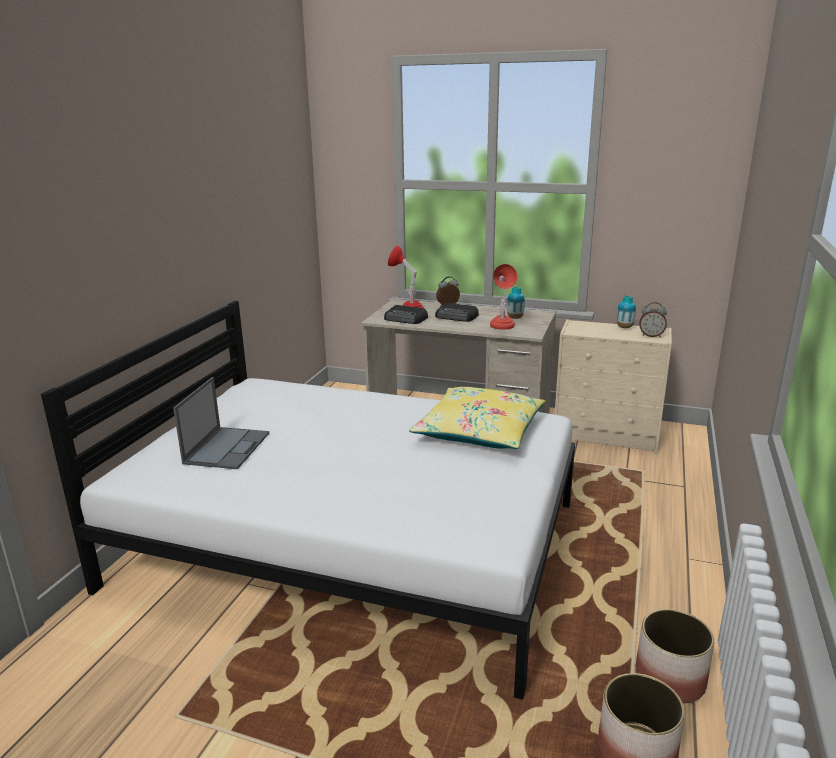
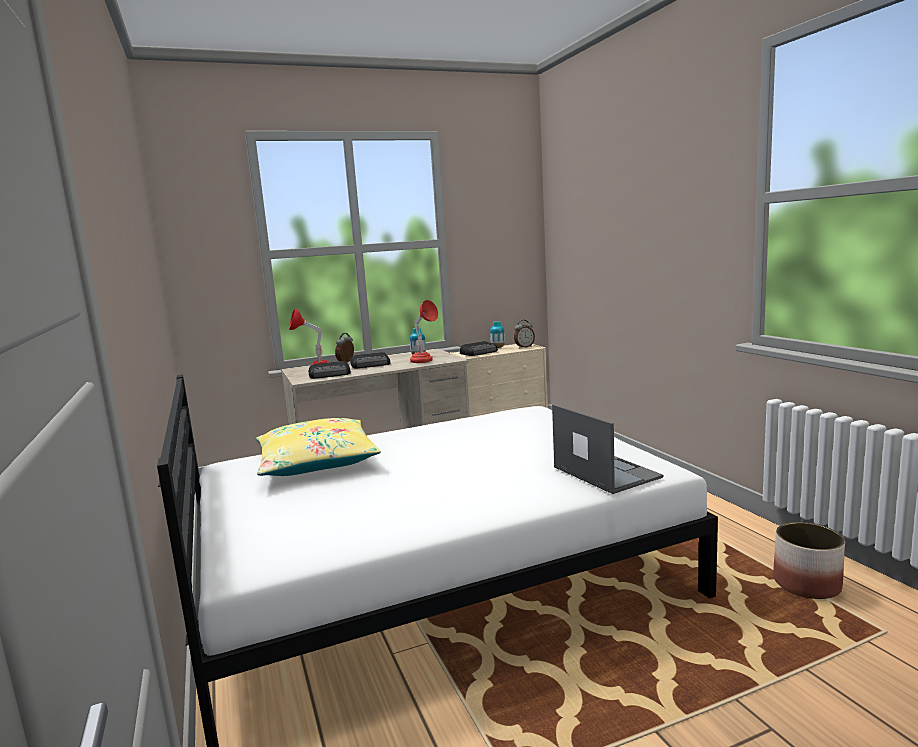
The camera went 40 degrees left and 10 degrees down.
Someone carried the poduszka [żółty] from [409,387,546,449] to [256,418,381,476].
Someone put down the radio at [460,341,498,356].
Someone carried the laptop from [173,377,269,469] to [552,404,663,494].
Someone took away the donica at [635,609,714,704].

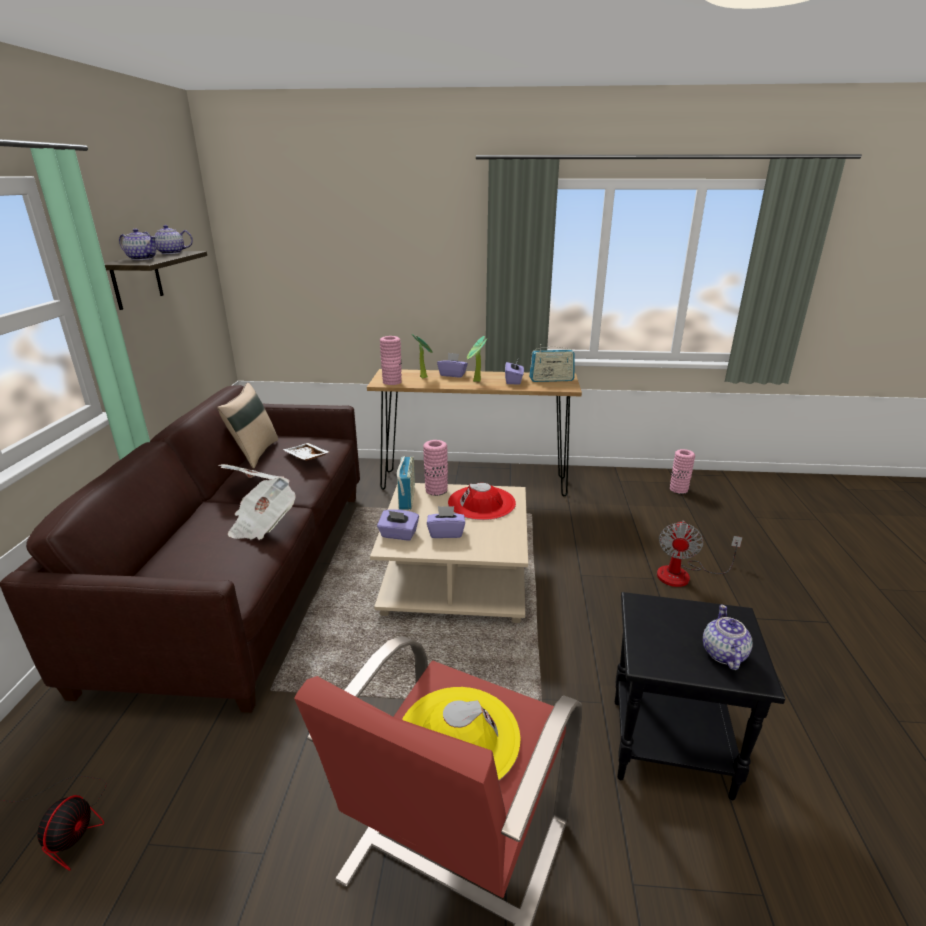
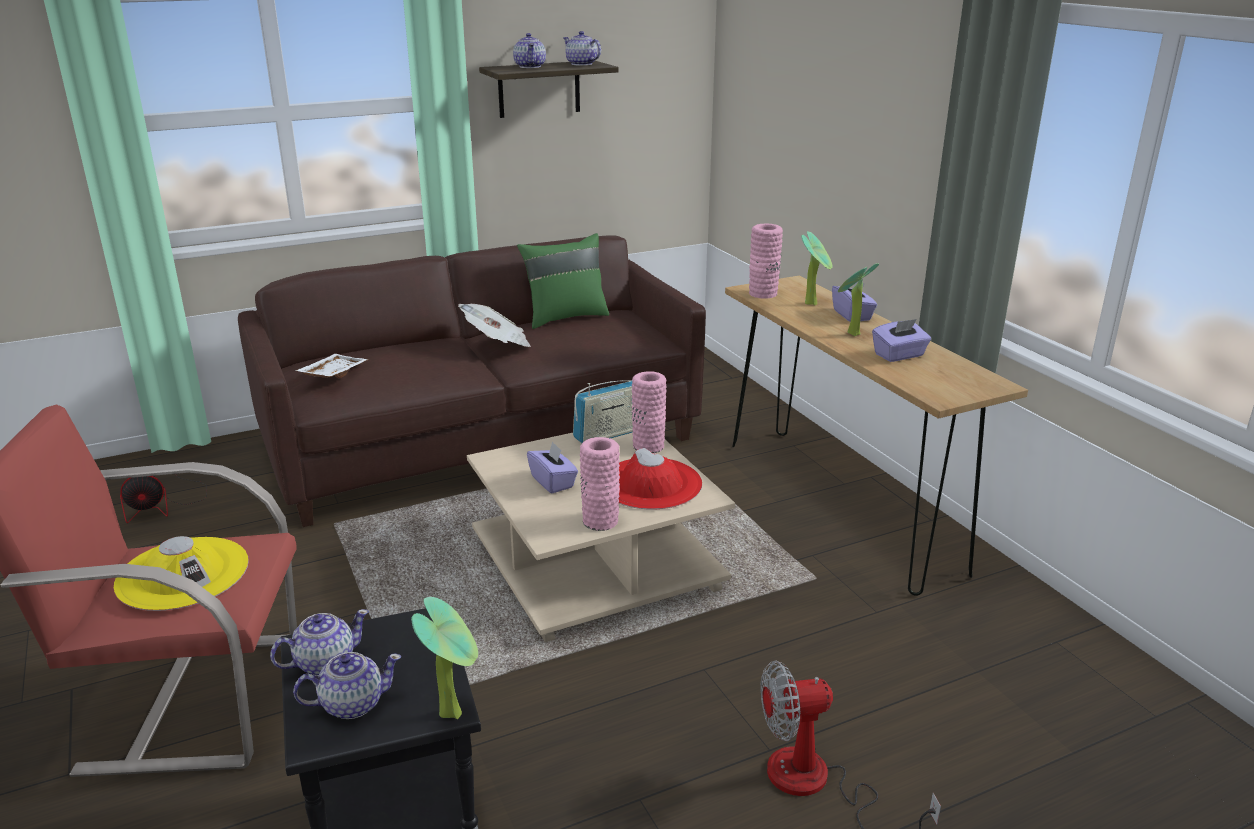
The camera went 60 degrees right and 0 degrees up.
Someone put down the imbryk at [270,609,369,676].
Someone carried the taca [biały] from [283,443,329,461] to [295,354,368,379].
Someone put down the roślina doniczkowa at [411,597,478,719].
Someone repainted the poduszka [beżowy] at [217,383,278,469], which became the poduszka [zielony] at [517,233,609,329].
Someone carried the wazon [różowy] from [670,449,695,494] to [580,437,620,531].
Someone took away the gazeta at [228,477,296,540].
Someone took away the pudełko chusteczek [fioletowy] at [377,509,419,540].
Someone took away the radio at [529,344,575,382].

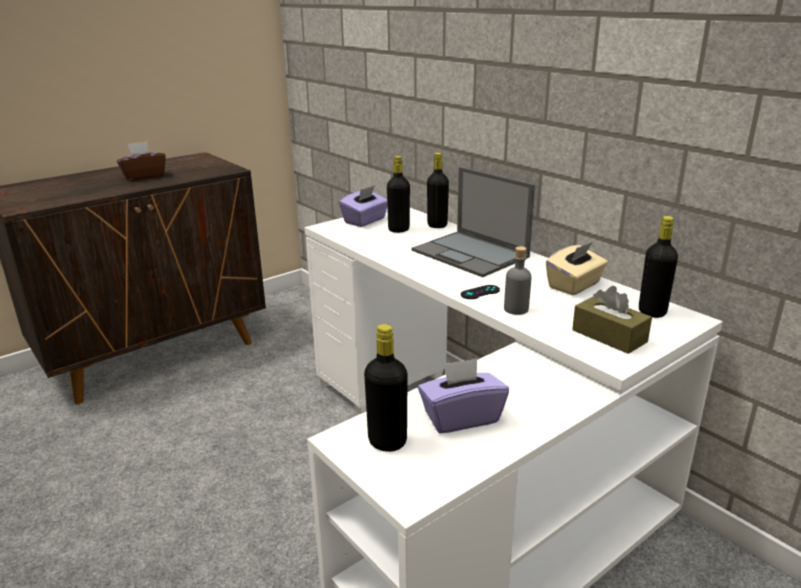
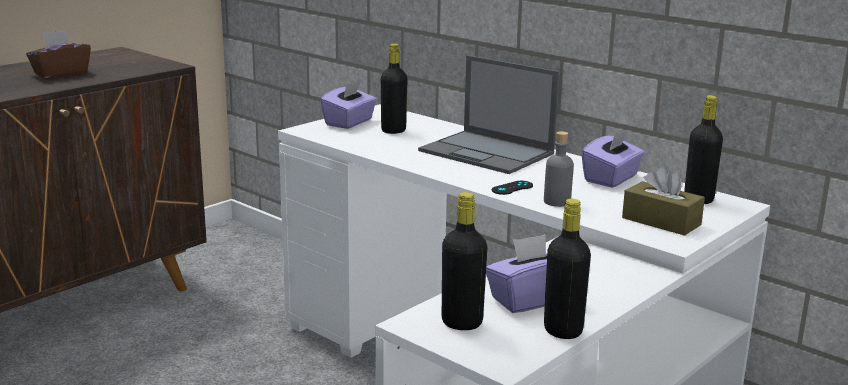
The camera went 10 degrees left and 5 degrees down.
Someone carried the butelka [czarny] from [427,153,449,228] to [544,199,591,339].
Someone repainted the pudełko chusteczek [beżowy] at [546,242,608,295], which became the pudełko chusteczek [fioletowy] at [582,130,645,188].

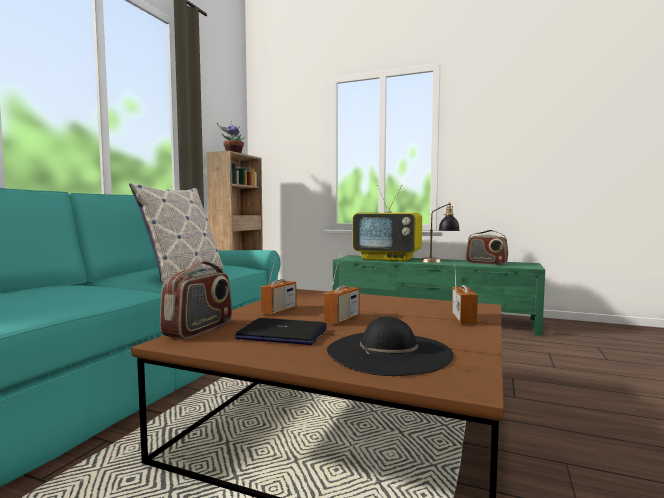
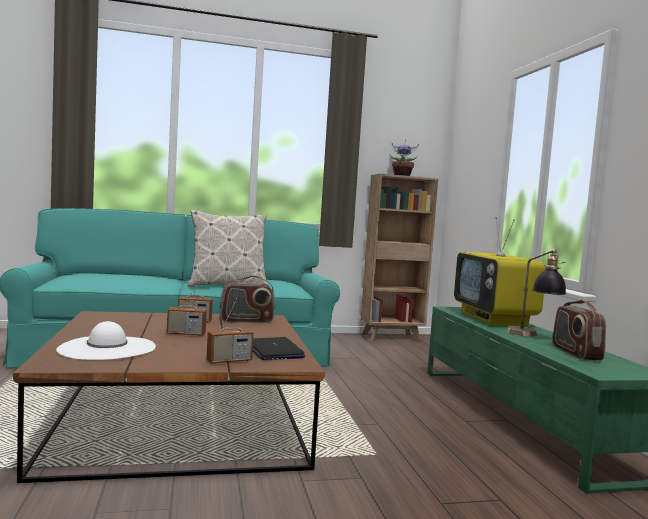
The camera went 55 degrees right and 0 degrees up.
Someone repainted the kapelusz [czarny] at [327,316,453,376], which became the kapelusz [biały] at [56,321,156,360].
Someone carried the radio from [160,261,232,339] to [220,276,275,323].
Someone carried the laptop from [235,318,327,345] to [253,337,305,360].

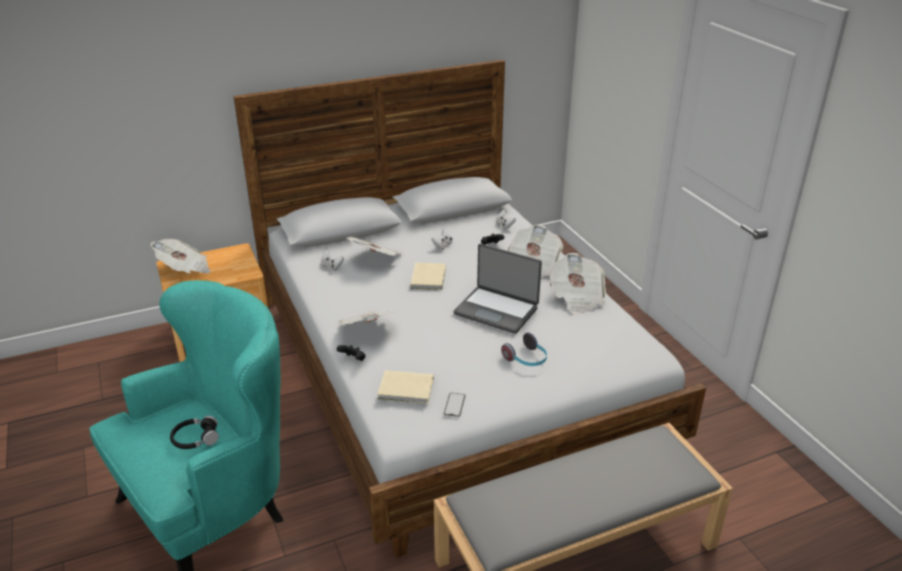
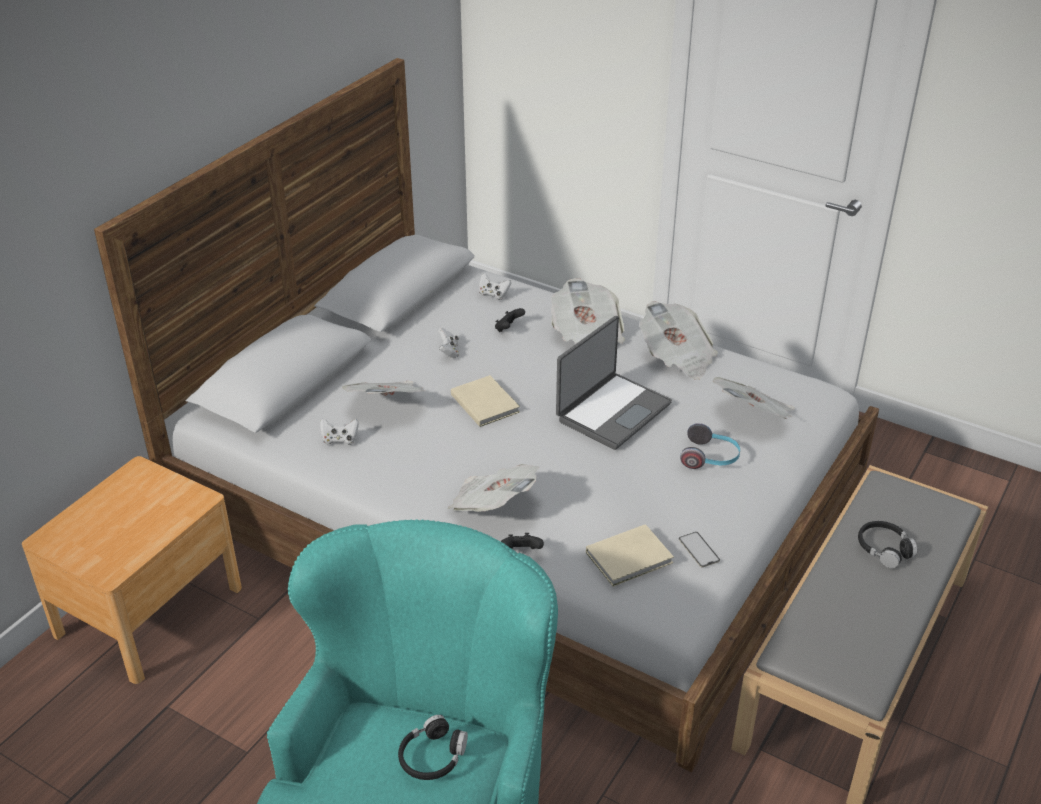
The camera went 35 degrees left and 5 degrees up.
Someone rotated the laptop at [454,243,542,334] by 45 degrees counterclockwise.
Someone carried the gazeta from [150,239,210,274] to [713,377,795,419].
Someone put down the słuchawki [czarny] at [858,521,917,568].

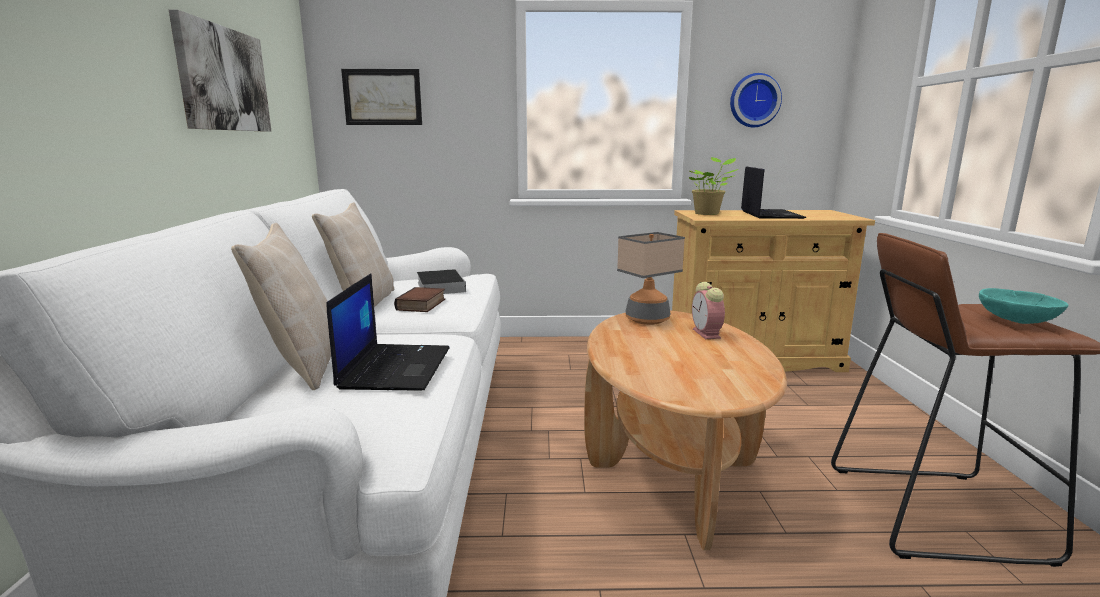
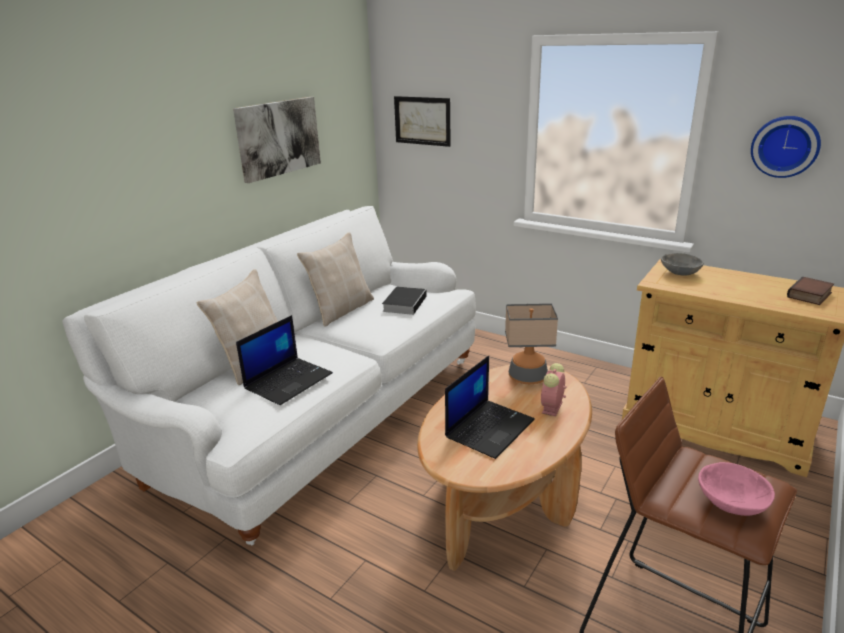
The camera went 35 degrees right and 10 degrees up.
Someone carried the laptop from [741,166,806,219] to [445,356,535,459].
Someone swapped the roślina doniczkowa at [689,157,739,215] for the miska [szary] at [661,253,704,276].
Someone repainted the miska [turkusowy] at [979,288,1068,324], which became the miska [różowy] at [698,462,775,516].
Someone carried the książka from [394,287,445,312] to [787,277,834,305].

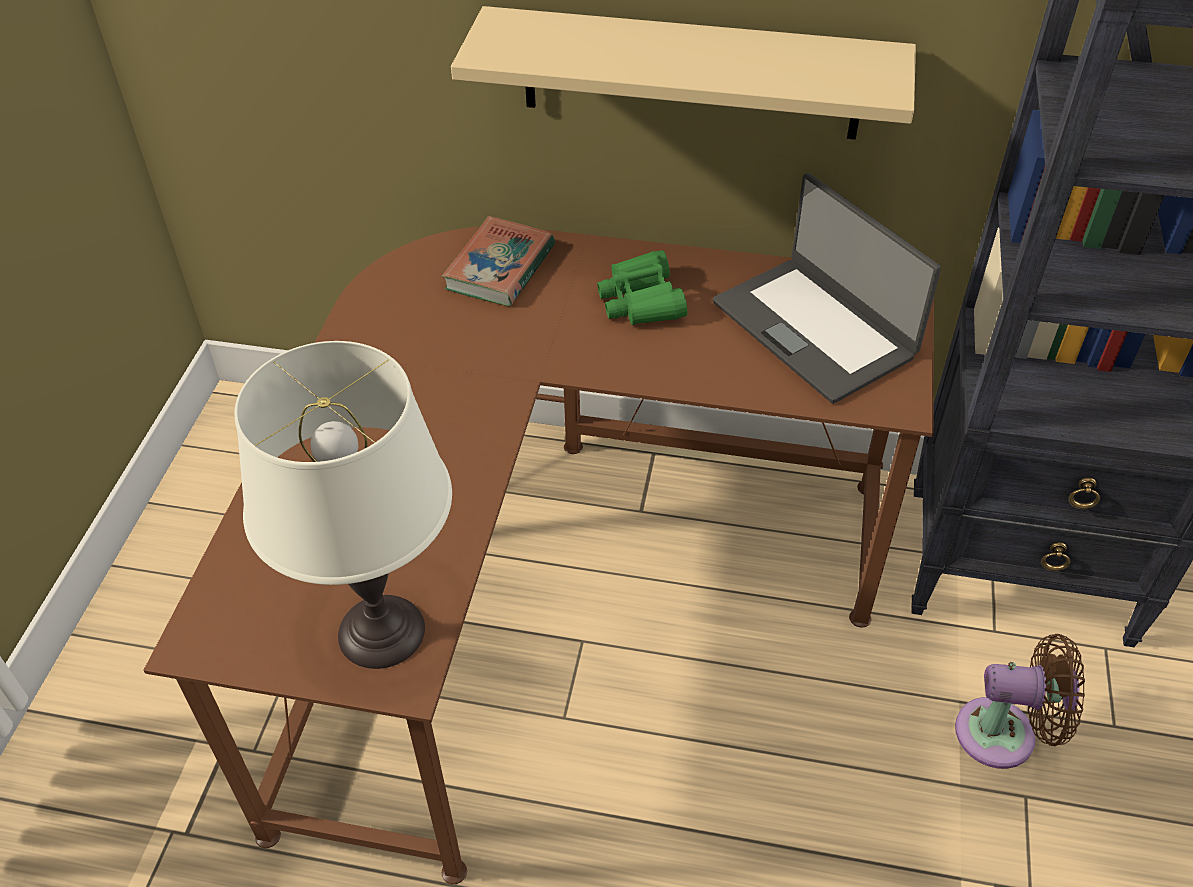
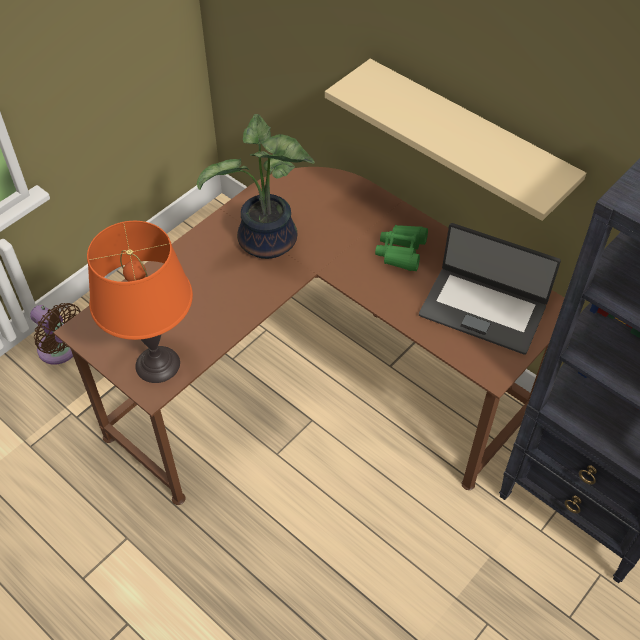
The camera went 30 degrees right and 5 degrees up.
Someone carried the wentylator [brązowy] from [955,634,1085,769] to [30,303,81,365].
Someone repainted the lampa stołowa [biały] at [235,341,452,669], which became the lampa stołowa [pomarańczowy] at [87,221,193,383].
Someone put down the roślina doniczkowa at [197,114,315,259].
Someone rotated the laptop at [713,173,941,404] by 60 degrees counterclockwise.
Someone took away the książka at [442,216,555,306].

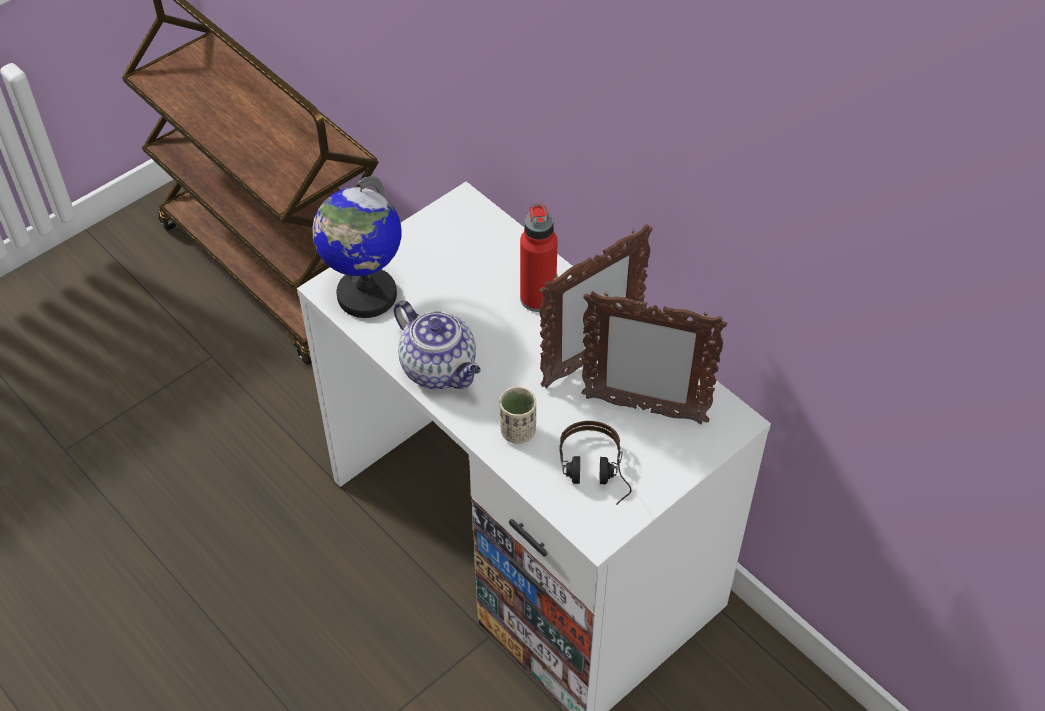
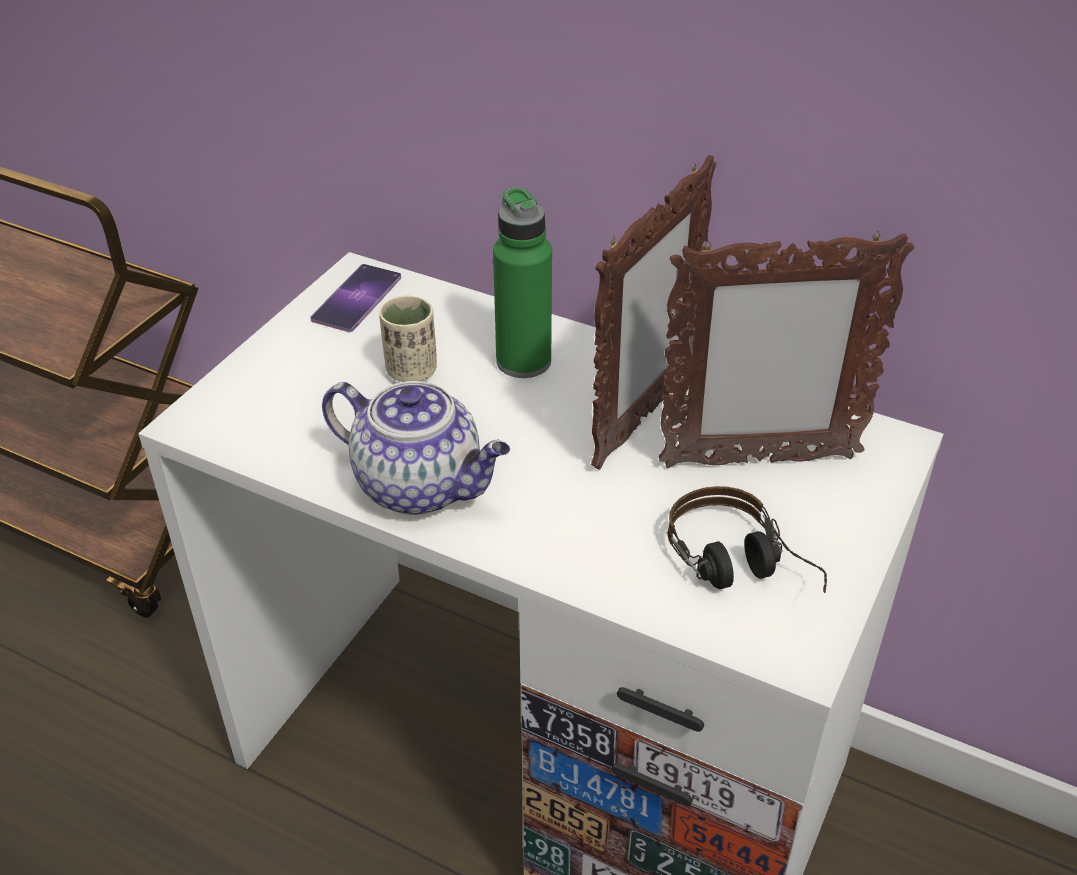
The camera went 20 degrees left and 10 degrees down.
Someone put down the telefon at [310,264,401,332].
Someone carried the filiżanka [beżowy] from [499,387,536,444] to [379,295,437,382].
Someone repainted the butelka [czerwony] at [520,204,558,312], which became the butelka [zielony] at [493,187,552,378].
Someone took away the globus at [313,176,401,318].

